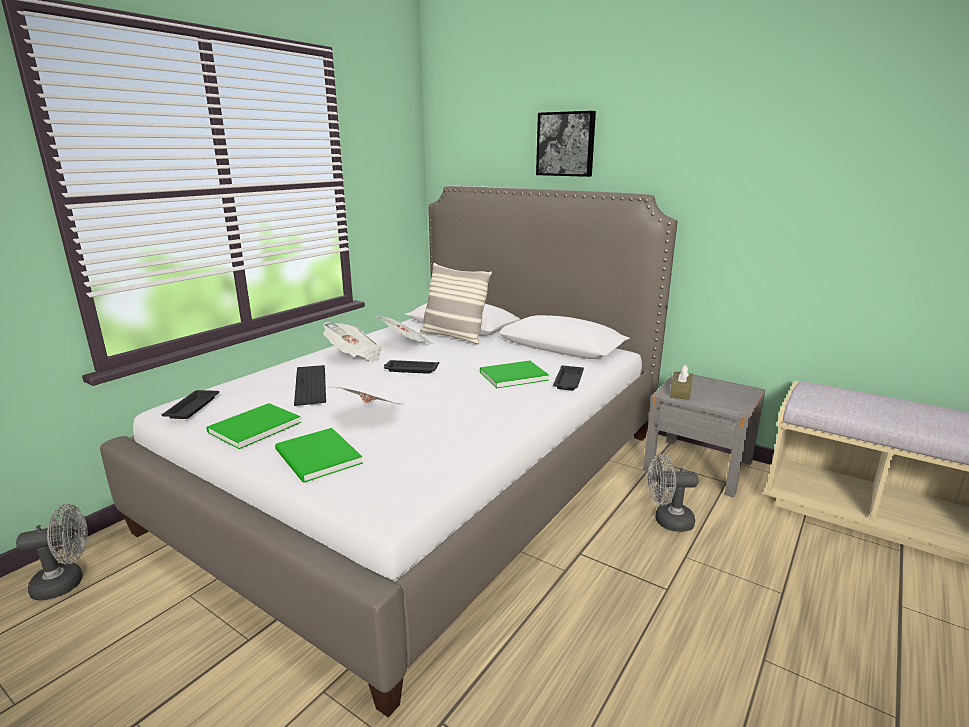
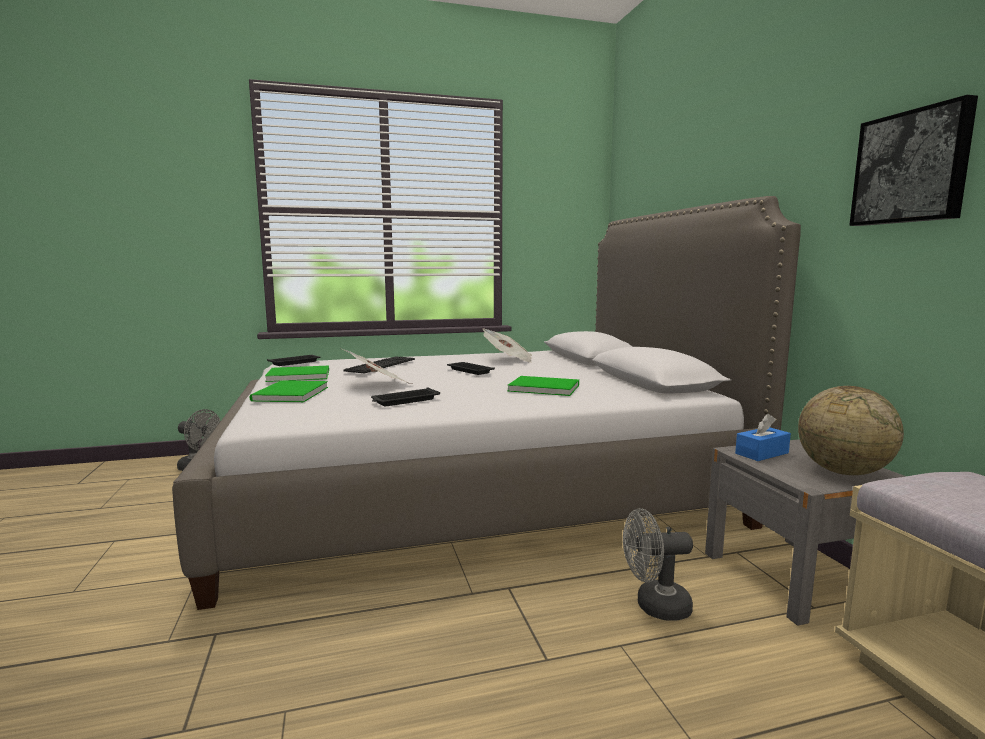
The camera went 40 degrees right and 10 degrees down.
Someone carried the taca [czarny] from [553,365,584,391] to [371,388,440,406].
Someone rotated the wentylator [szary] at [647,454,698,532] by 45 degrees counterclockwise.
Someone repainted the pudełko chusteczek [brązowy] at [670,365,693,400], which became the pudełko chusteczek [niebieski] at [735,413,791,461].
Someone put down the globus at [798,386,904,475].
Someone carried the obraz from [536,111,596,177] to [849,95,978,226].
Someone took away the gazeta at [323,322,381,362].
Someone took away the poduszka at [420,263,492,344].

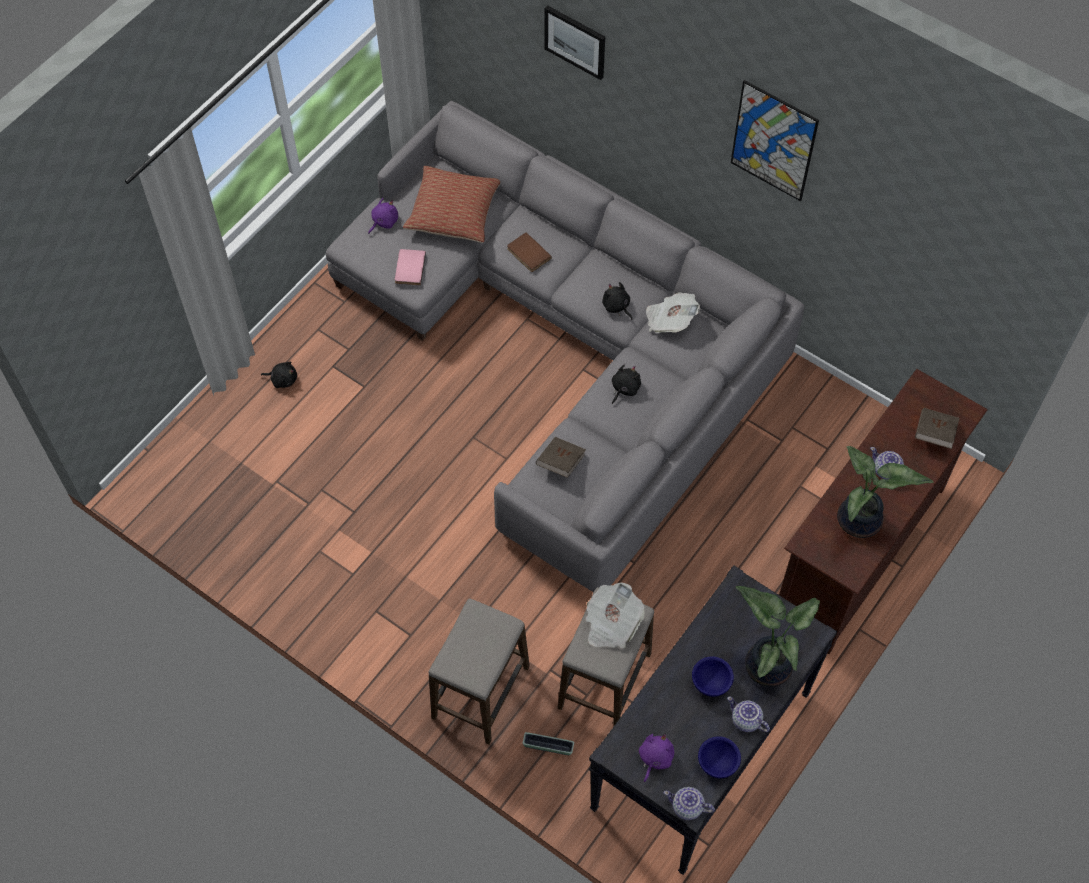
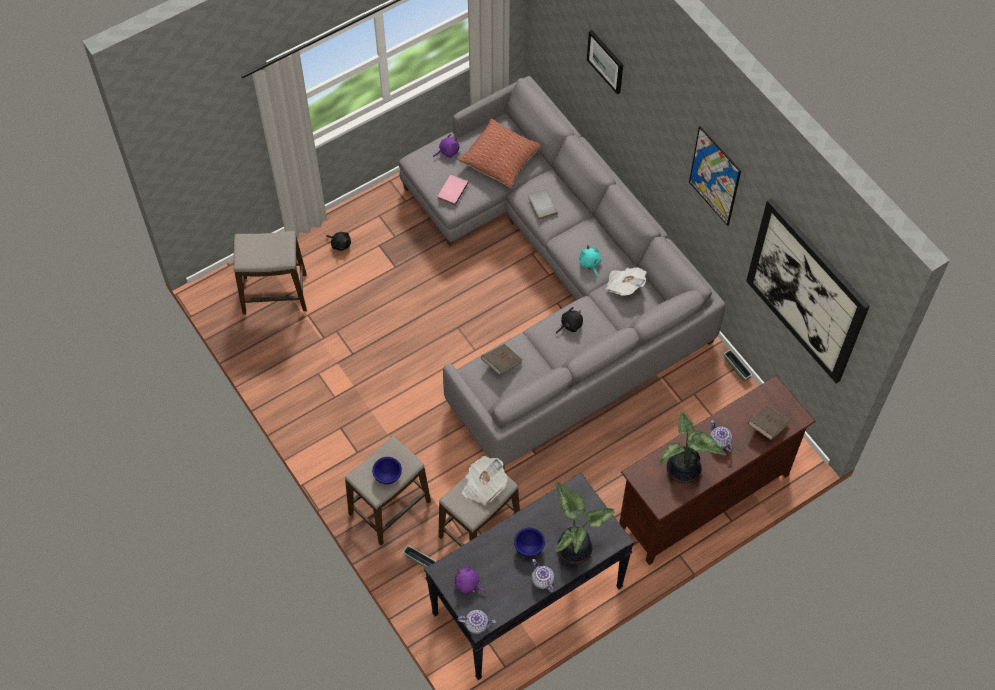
The camera went 20 degrees right and 0 degrees up.
Someone put down the stołek at [234,231,307,315].
Someone carried the miska [niebieski] from [698,736,741,778] to [372,457,402,484].
Someone rotated the pluszak [fioletowy] at [639,734,674,782] by 105 degrees counterclockwise.
Someone rotated the imbryk at [664,787,715,820] by 150 degrees clockwise.
Someone repainted the książka [brązowy] at [507,232,552,272], which became the książka [szary] at [528,189,557,220].
Someone repainted the pluszak [czarny] at [602,282,632,320], which became the pluszak [turkusowy] at [579,245,601,277].
Someone put down the donica at [724,350,752,381].
Someone put up the obraz at [746,198,870,383].

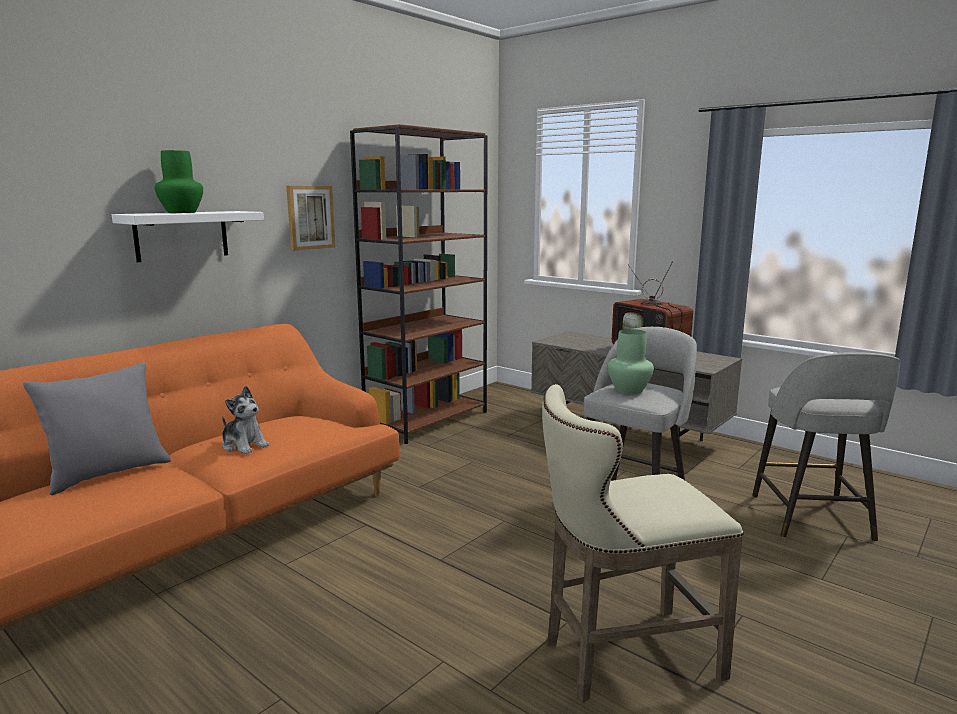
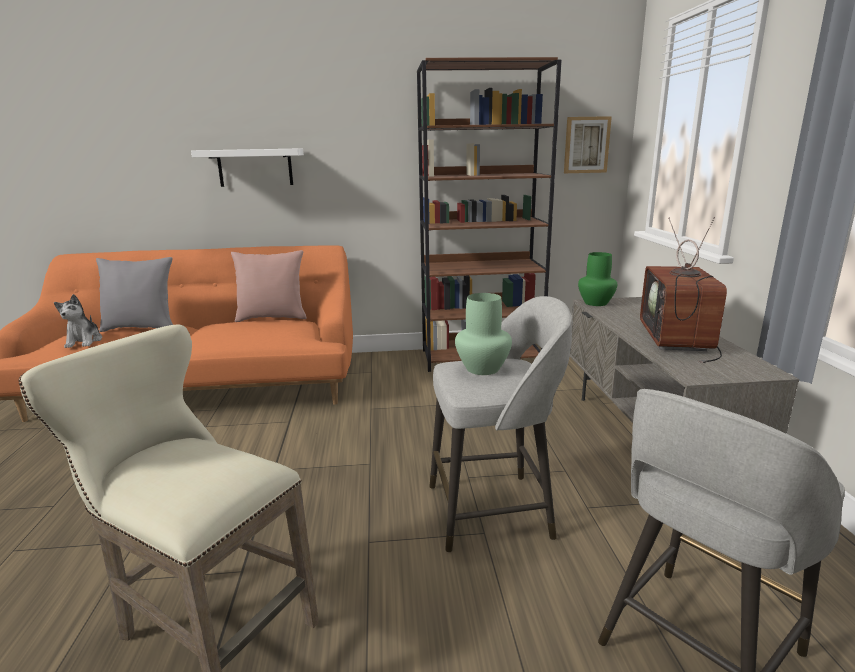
The camera went 45 degrees right and 5 degrees up.
Someone carried the pluszak from [222,386,269,454] to [54,294,102,348].
Someone put down the poduszka [różowy] at [231,250,307,322].
Someone carried the obraz from [286,186,335,251] to [564,116,612,173].
Someone carried the wazon [zielony] from [154,150,203,213] to [578,252,618,306].

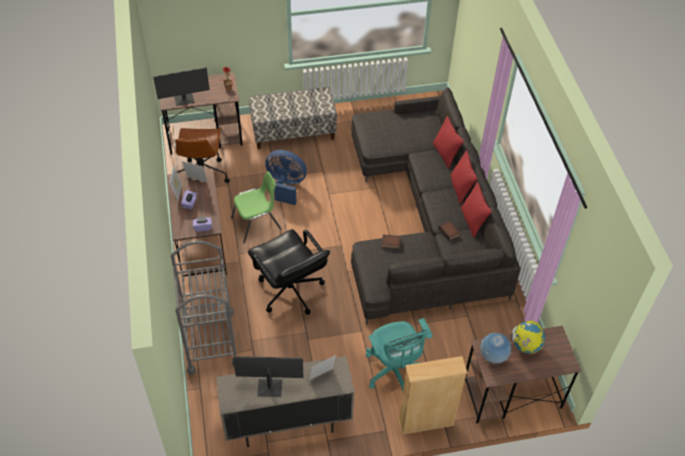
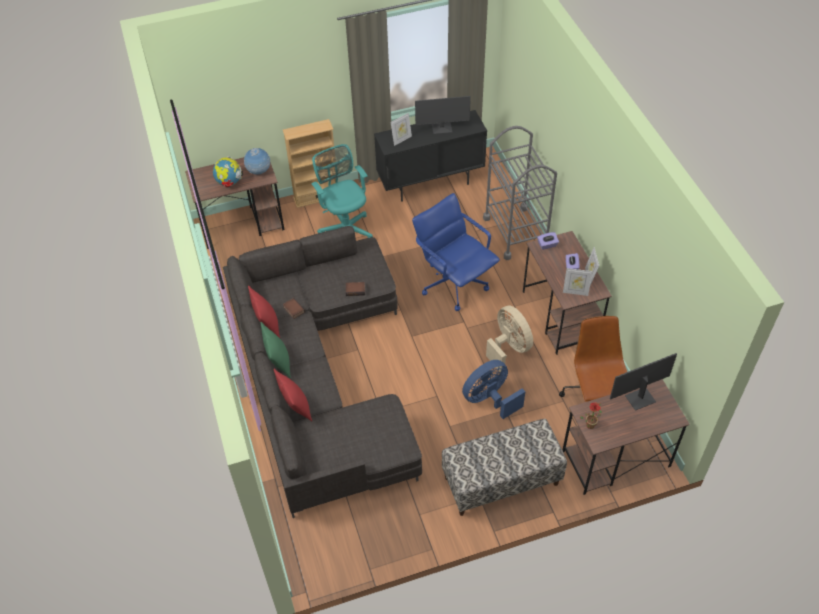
The camera went 175 degrees right and 0 degrees up.
Someone repainted the poduszka [czerwony] at [450,150,477,204], which became the poduszka [zielony] at [260,322,291,378].
Someone repainted the szafka [beżowy] at [216,356,355,447], which became the szafka [czarny] at [374,110,487,202].
Someone repainted the krzesło biurowe [czarny] at [248,229,330,315], which became the krzesło biurowe [niebieski] at [412,193,500,311].
Someone rotated the wentylator [niebieski] at [265,150,307,205] by 135 degrees clockwise.
Someone swapped the krzesło [zielony] at [231,171,281,243] for the wentylator [beżowy] at [486,306,533,372].

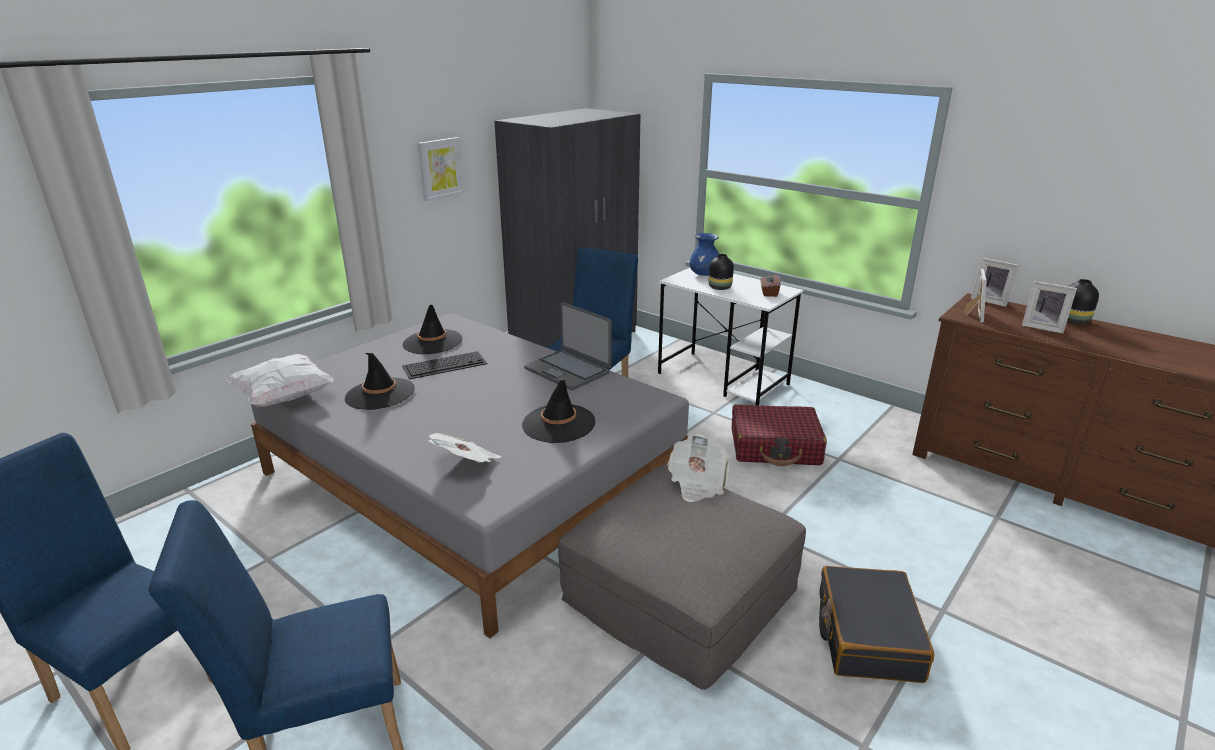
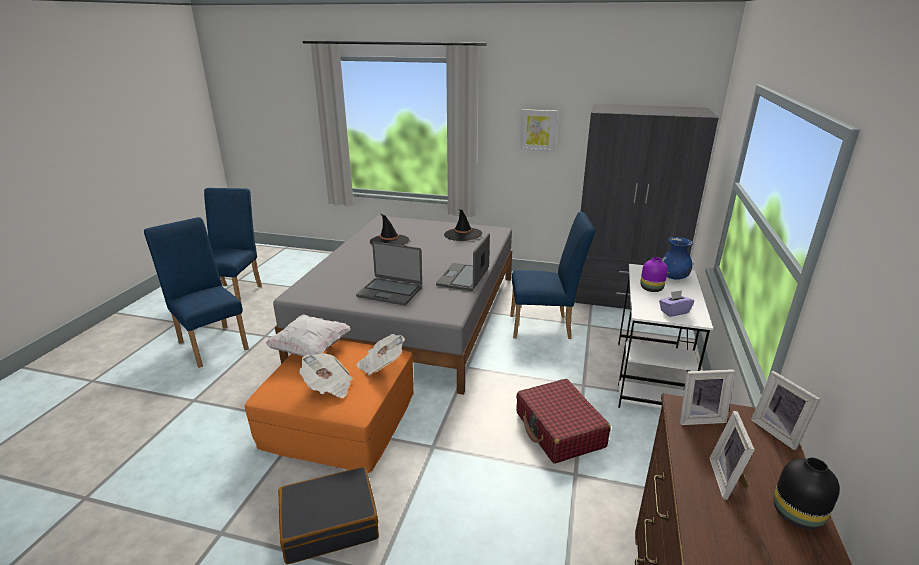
The camera went 65 degrees right and 0 degrees up.
Someone repainted the pufa [szary] at [558,465,806,690], which became the pufa [pomarańczowy] at [245,340,414,473].
Someone carried the poduszka [biały] from [227,354,333,407] to [265,314,351,357].
Someone carried the gazeta from [428,433,501,463] to [299,353,353,398].
Someone swapped the kapelusz [czarny] at [522,379,595,443] for the laptop at [356,241,422,305].
Someone repainted the wazon [czarny] at [709,254,734,290], which became the wazon [fioletowy] at [641,257,668,292].
Someone repainted the pudełko chusteczek [brązowy] at [760,272,781,297], which became the pudełko chusteczek [fioletowy] at [659,290,694,317].
Someone rotated the ramka na zdjęcie at [971,258,1019,307] by 45 degrees counterclockwise.
Someone took away the klawiatura at [402,351,488,379].

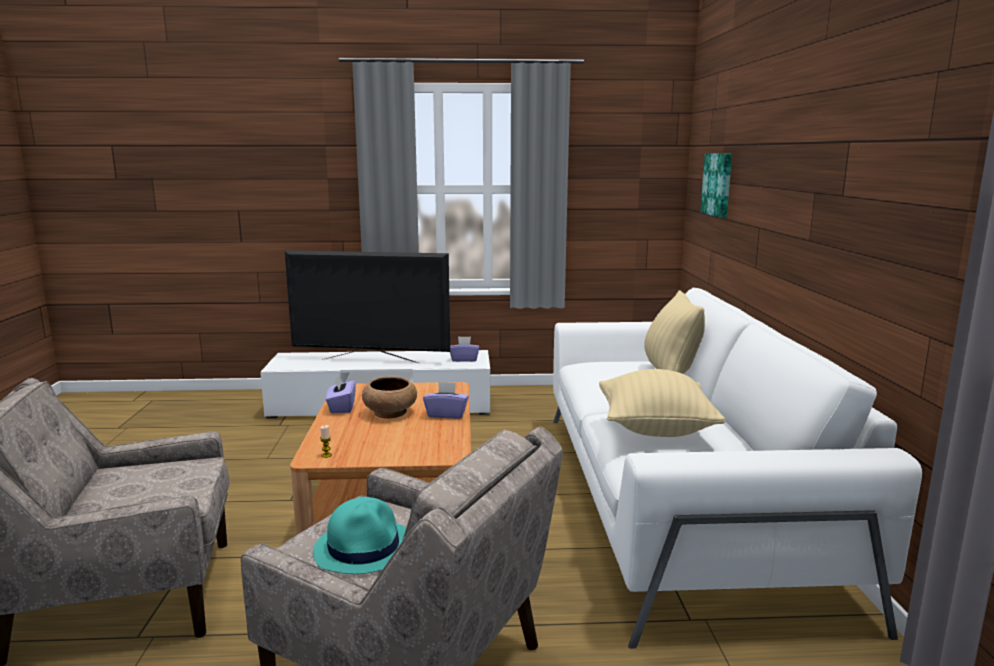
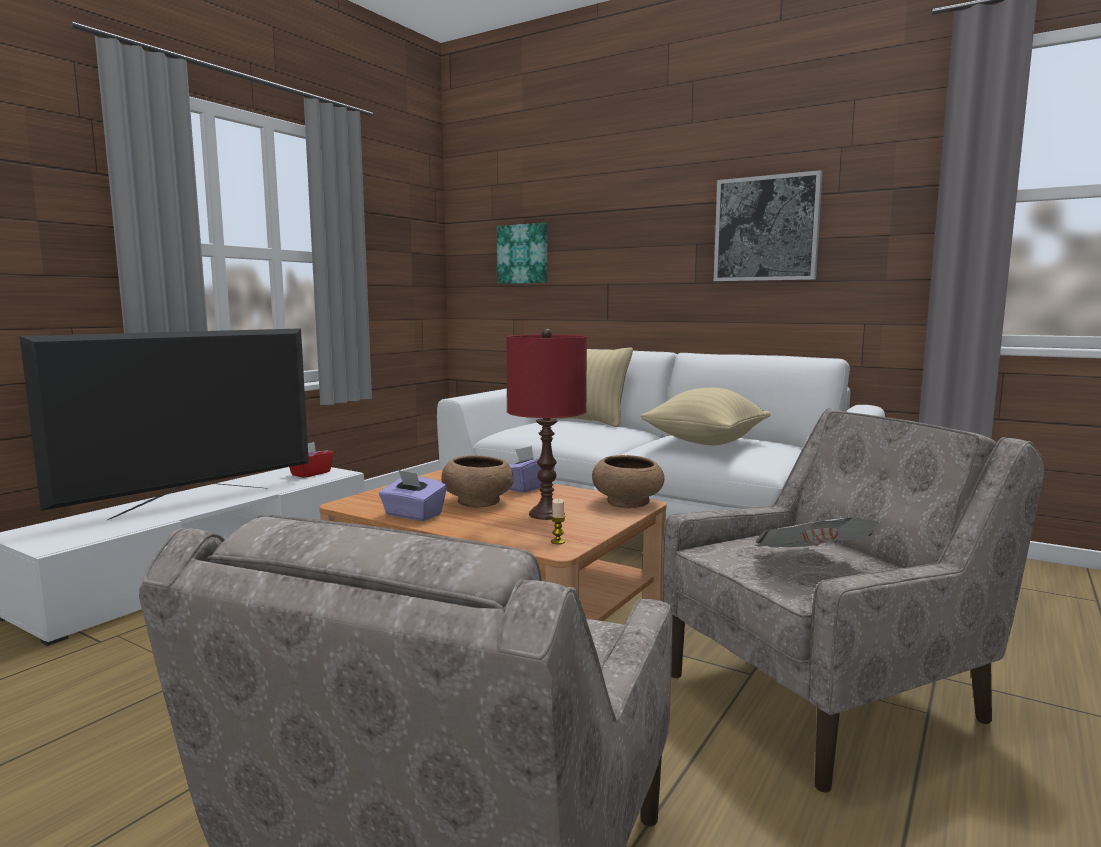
The camera went 55 degrees left and 5 degrees down.
Someone repainted the pudełko chusteczek [fioletowy] at [450,336,479,362], which became the pudełko chusteczek [czerwony] at [289,442,334,478].
Someone put down the lampa stołowa [czerwony] at [506,329,587,520].
Someone put down the miska [brązowy] at [592,455,664,508].
Someone put up the obraz at [714,170,823,281].
Someone swapped the kapelusz [turkusowy] at [313,497,406,574] for the gazeta at [755,517,880,547].

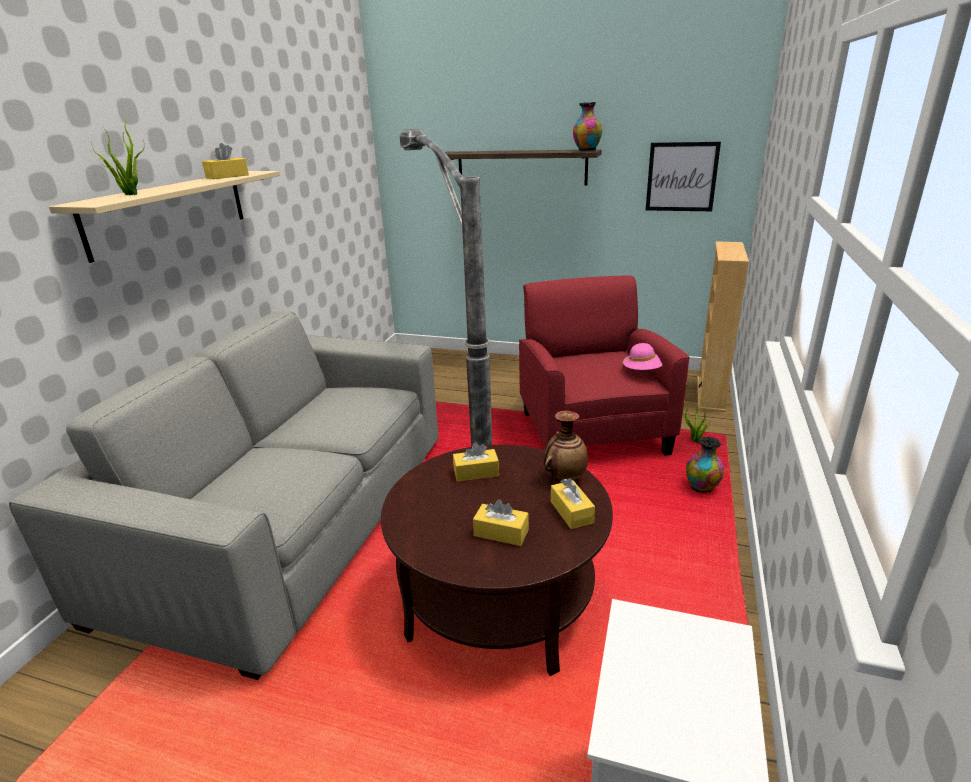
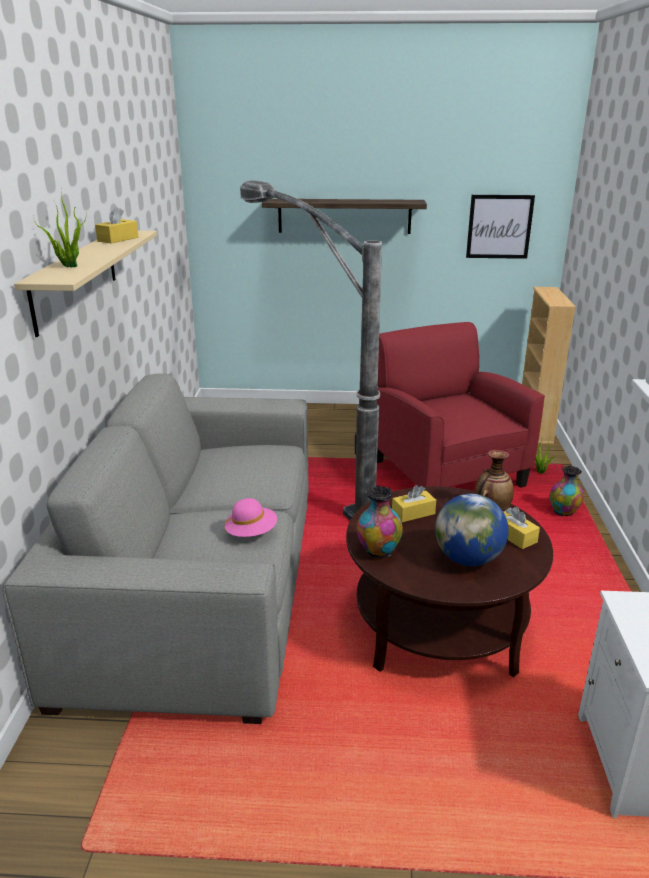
The camera went 15 degrees left and 0 degrees up.
Someone carried the kapelusz [różowy] from [622,343,663,370] to [224,498,277,537].
Someone carried the wazon from [573,102,602,151] to [357,486,403,558].
Someone swapped the pudełko chusteczek [żółty] at [473,499,529,546] for the globus at [435,494,509,566].

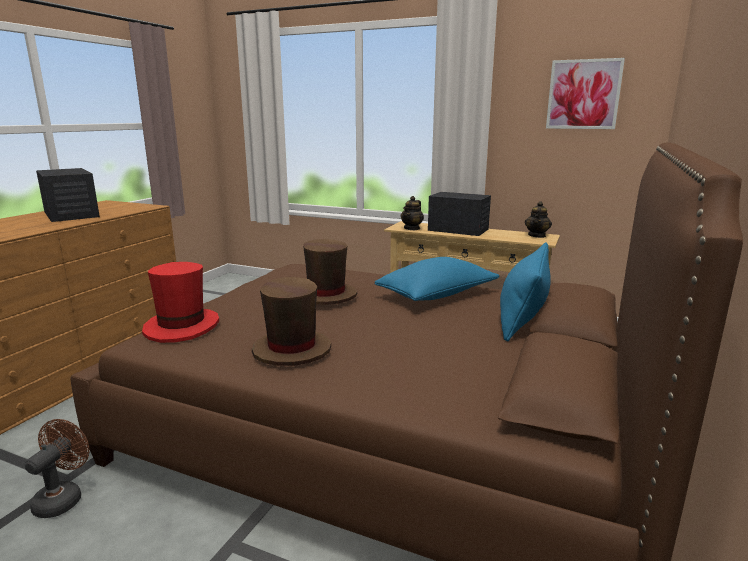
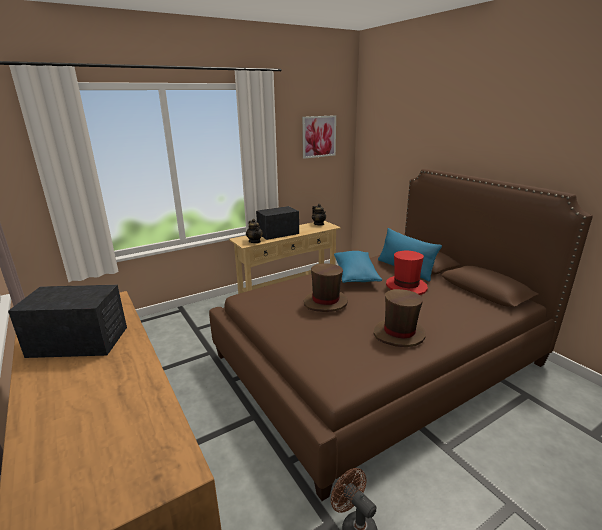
The camera went 55 degrees left and 5 degrees up.
Someone carried the kapelusz [czerwony] from [142,262,219,343] to [386,250,428,295].

